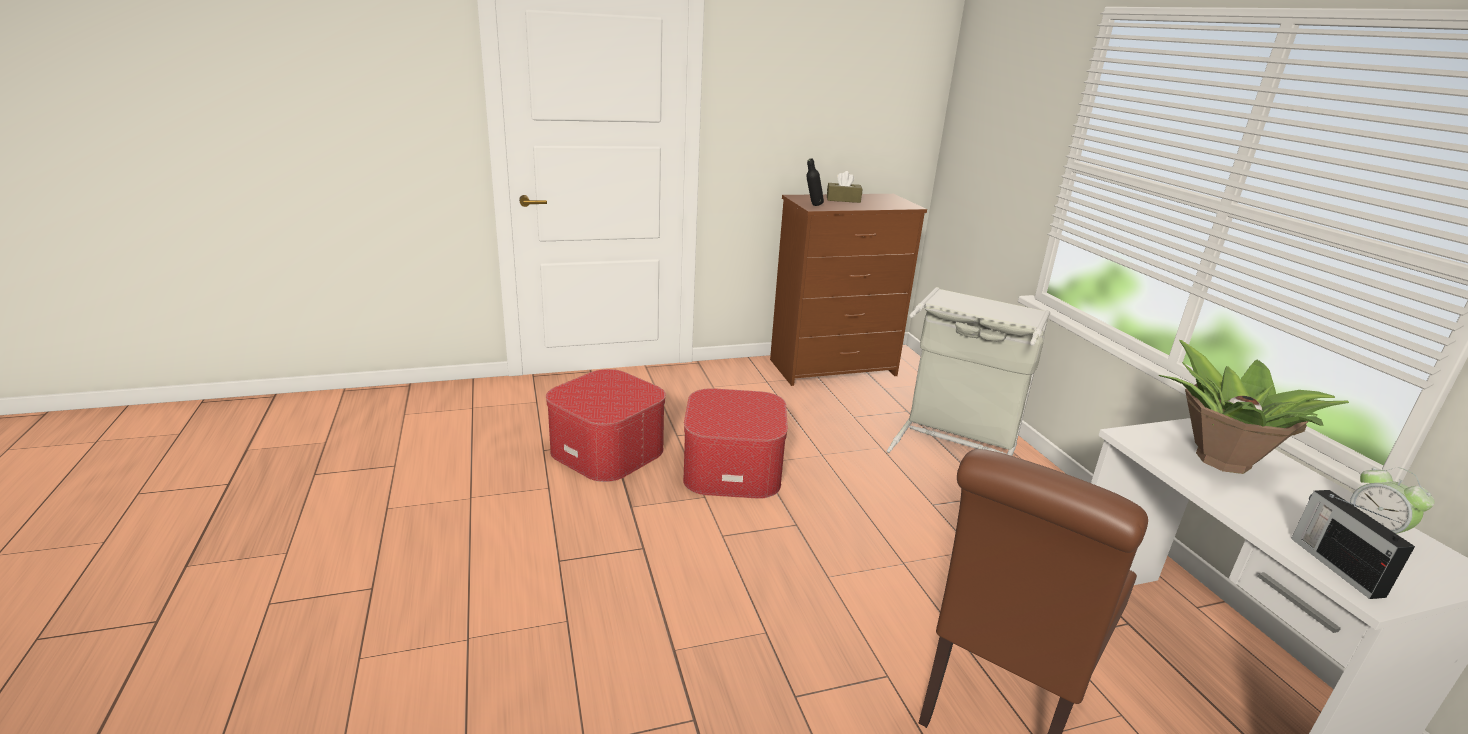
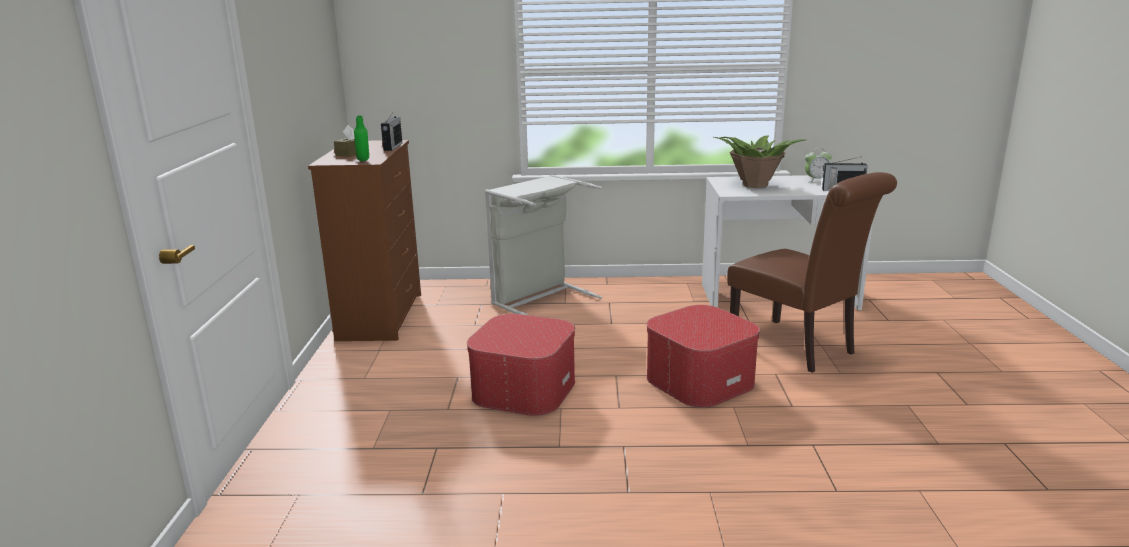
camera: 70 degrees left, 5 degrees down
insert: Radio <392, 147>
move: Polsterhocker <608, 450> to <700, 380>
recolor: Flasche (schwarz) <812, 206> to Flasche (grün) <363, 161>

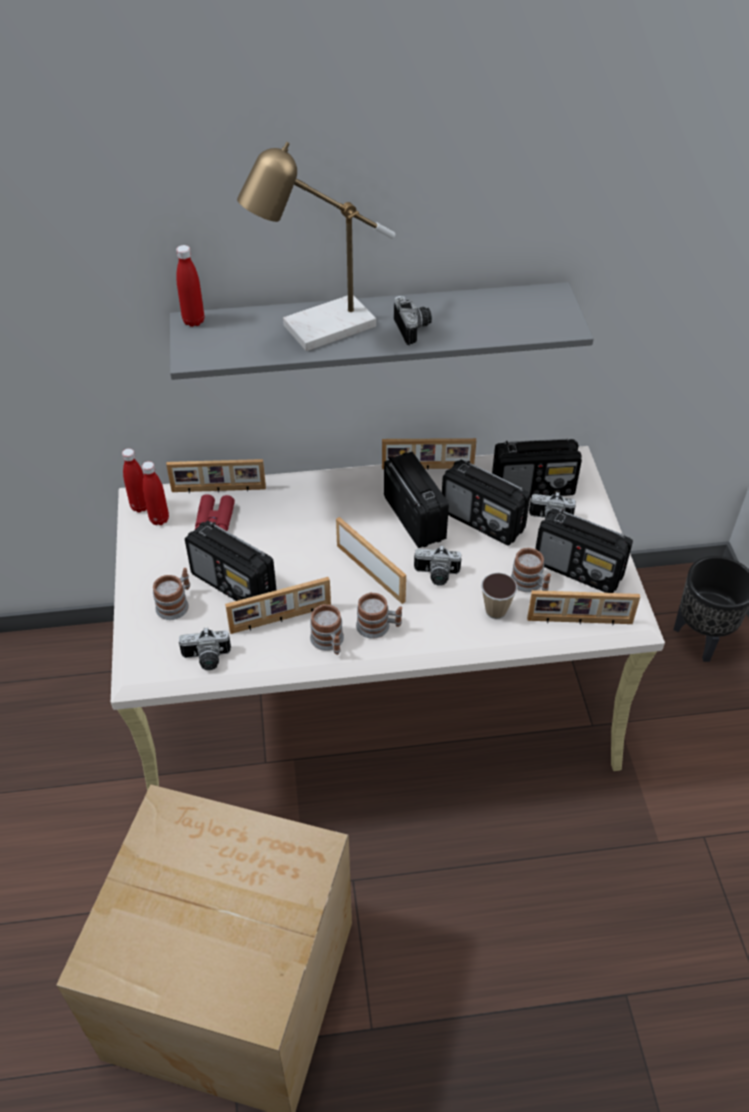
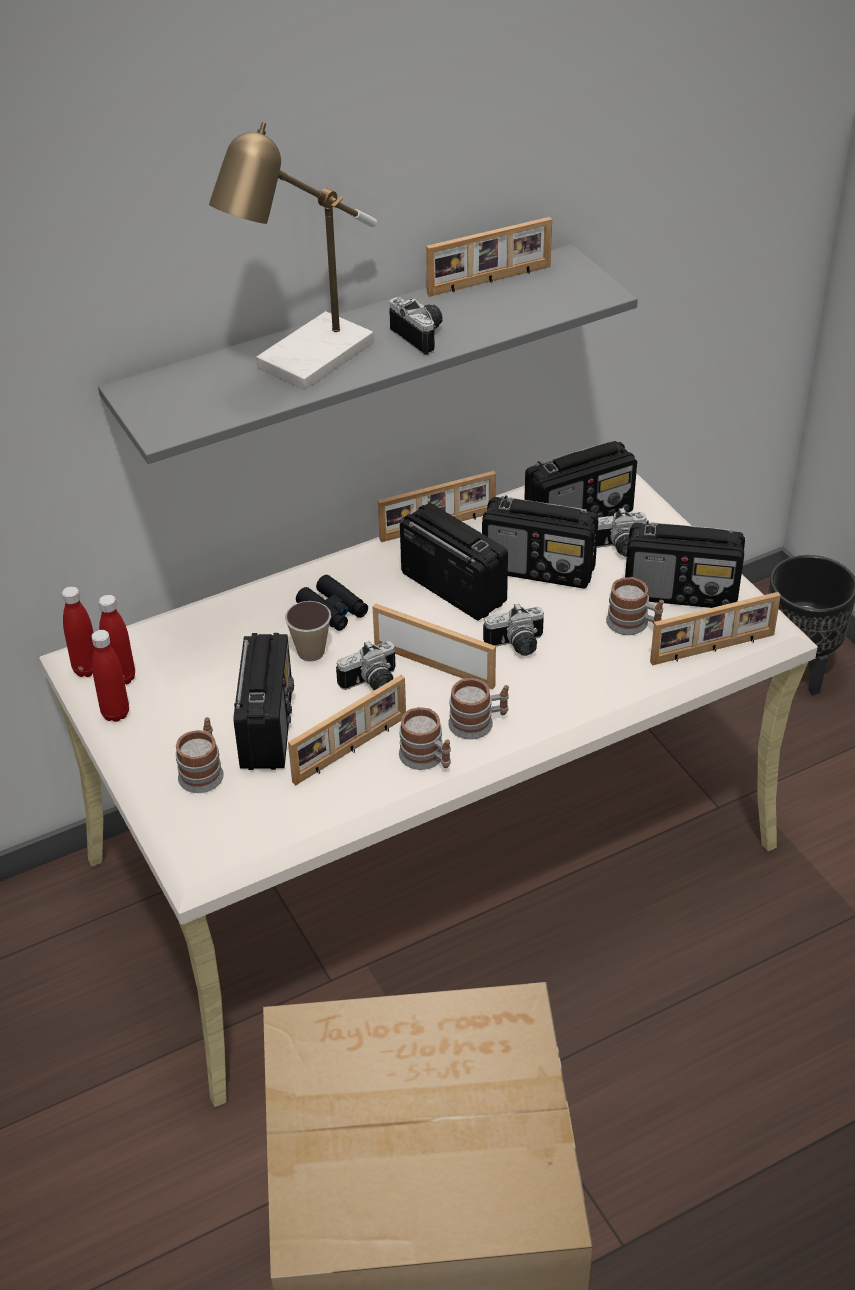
camera: 20 degrees left, 5 degrees down
delete: Fernglas (rot) <215, 520>
insert: Fernglas (schwarz) <333, 610>
move: Flasche (rot) <193, 321> to <115, 713>; Bilderrahmen <218, 490> to <490, 281>; Tasse <496, 610> to <311, 652>; Kamera <206, 659> to <372, 684>
rotate: Radio <234, 584> = <267, 727> 105 degrees counterclockwise

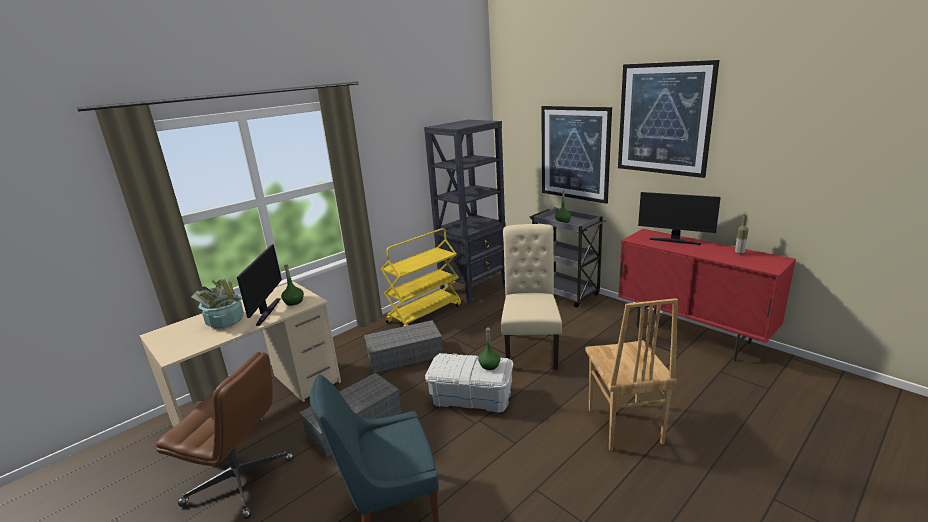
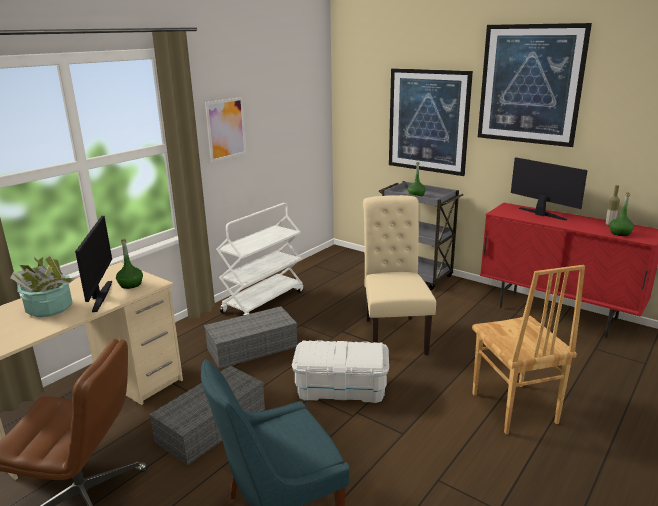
camera: 10 degrees left, 0 degrees up
delete: Bücherregal (schwarz) <474, 288>
insert: Bild <226, 129>
move: Flasche (grün) <489, 365> to <620, 233>
recolor: Rollwagen (gelb) <424, 314> to Rollwagen (weiß) <263, 301>
rotate: Monitor <674, 241> = <541, 214> 150 degrees counterclockwise

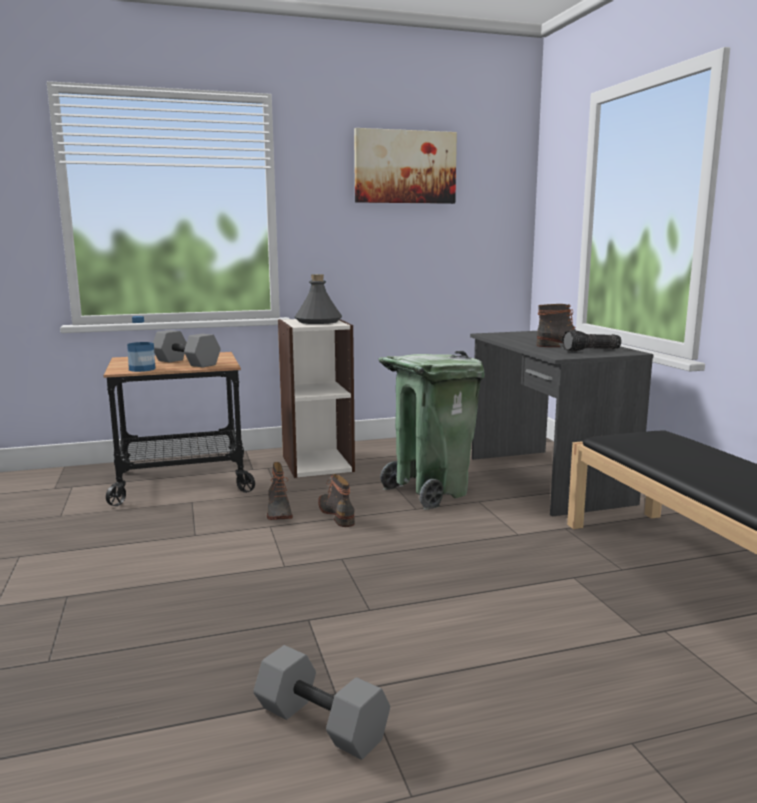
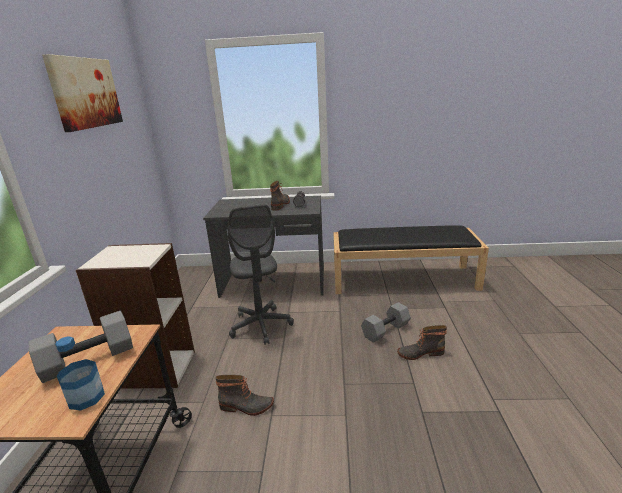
camera: 70 degrees left, 10 degrees up
delete: Flasche (grau) <318, 321>
move: Stiefel <337, 514> to <420, 353>; Hantel (grau) <319, 724> to <386, 331>
replace: Mülleimer (grün) <430, 492> to Bürostuhl (grau) <261, 326>

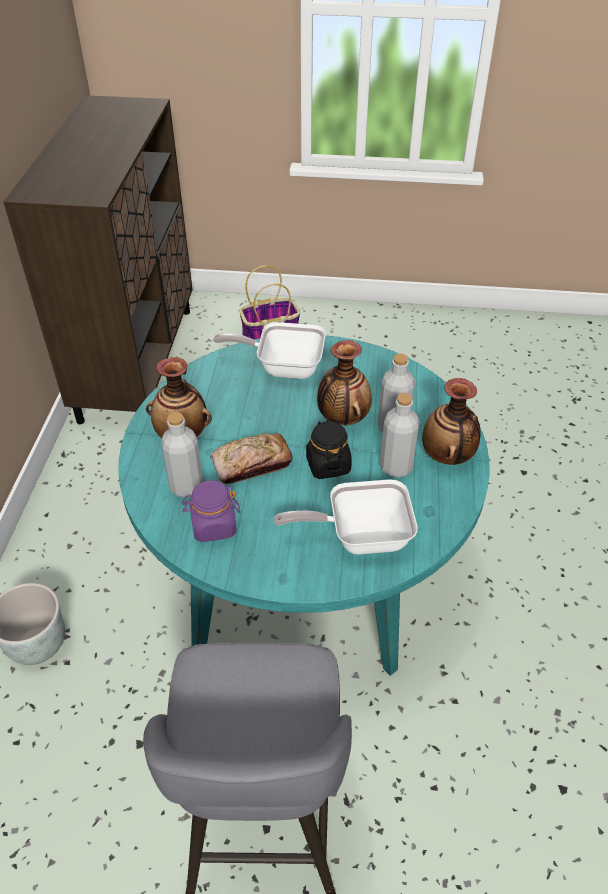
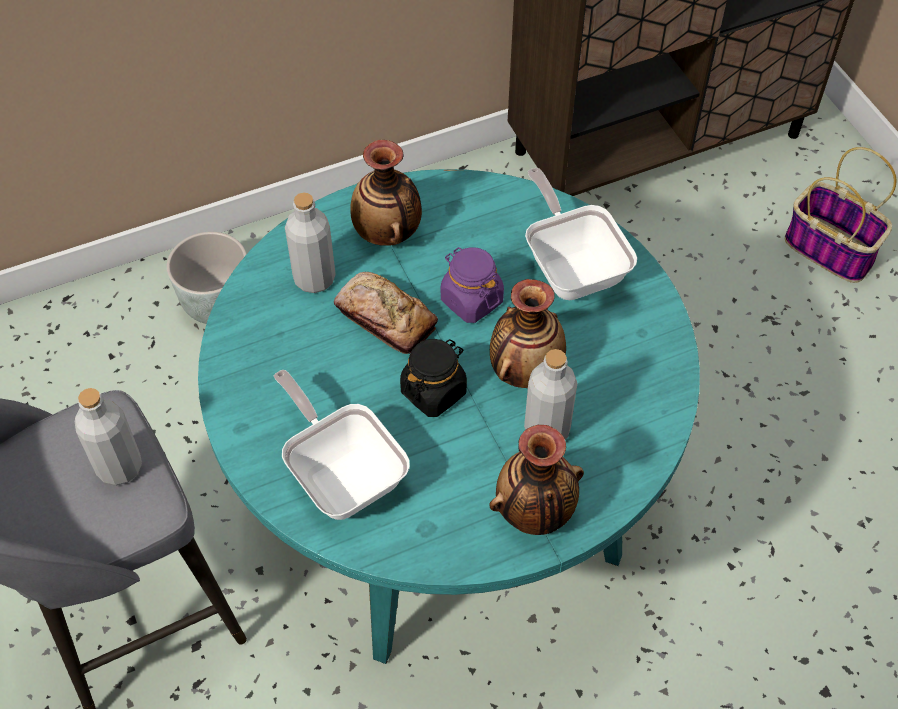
camera: 60 degrees right, 10 degrees up
move: Flasche (grau) <396, 467> to <119, 467>; Vorratsglas (lila) <213, 526> to <471, 300>

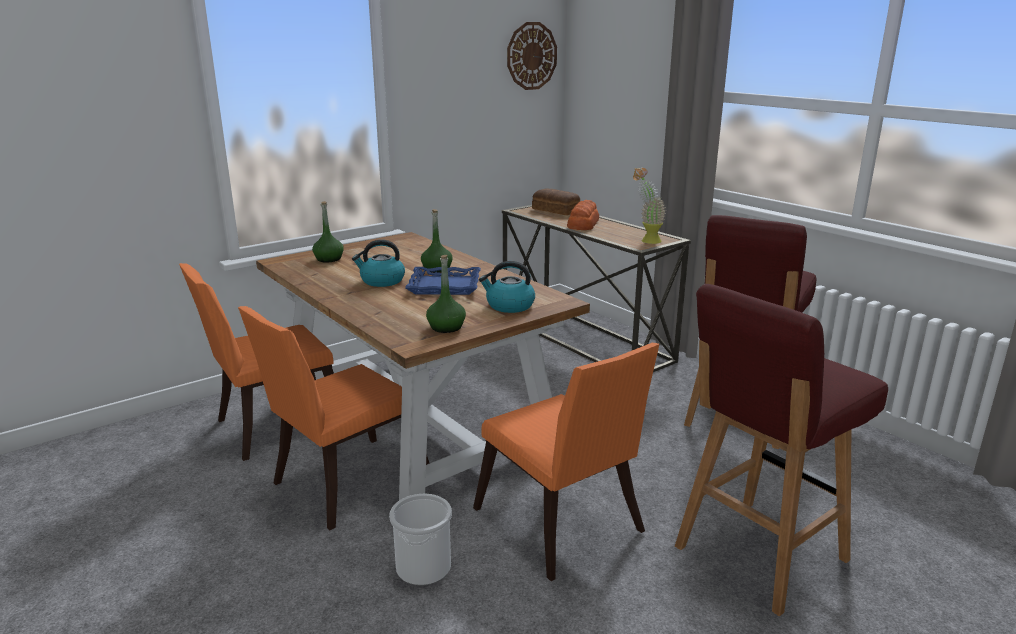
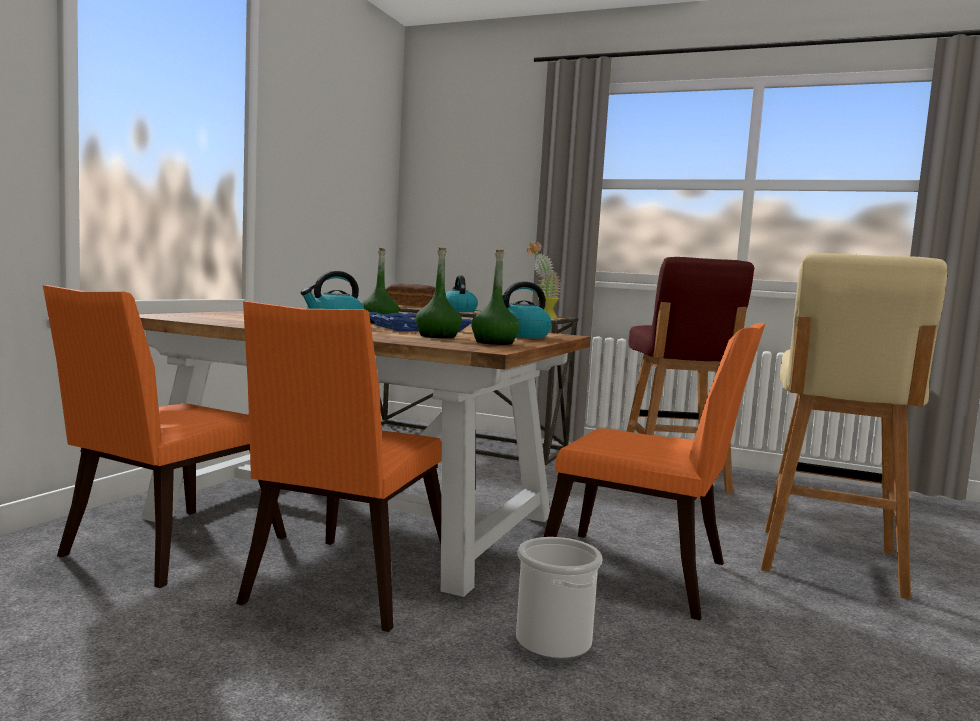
camera: 30 degrees left, 15 degrees down
delete: Wanduhr <531, 56>
move: Flasche (grün) <329, 259> to <438, 336>
replace: Brot <582, 224> to Wasserkessel <458, 311>
recolor: Hocker (rot) <757, 555> to Hocker (beige) <829, 562>

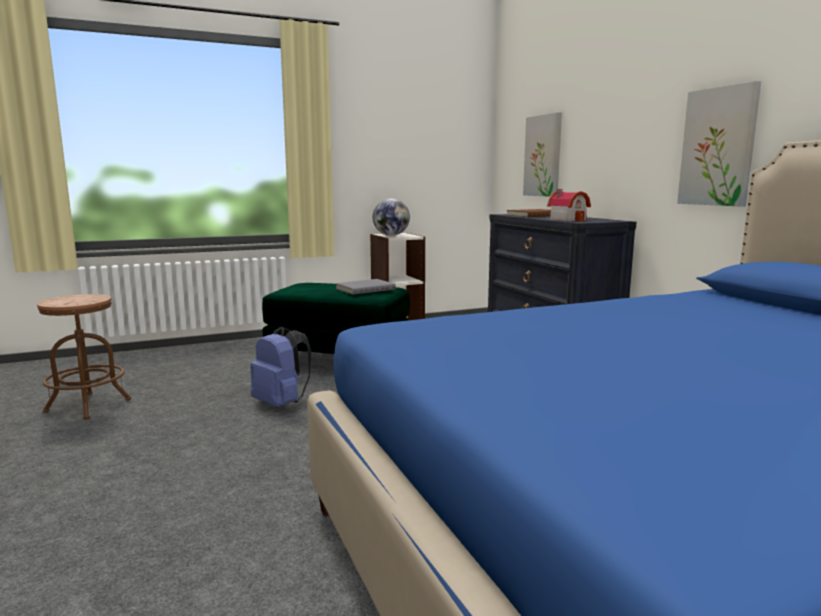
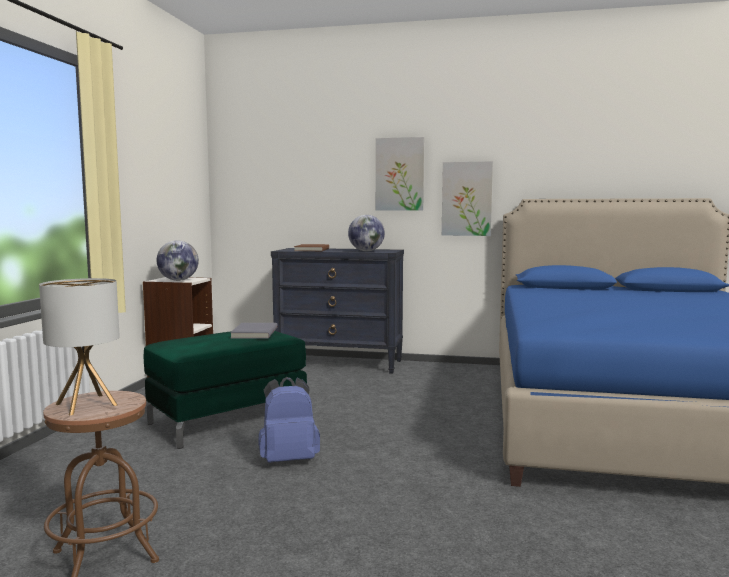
camera: 55 degrees left, 5 degrees down
insert: Tischlampe <86, 405>
move: Bild <543, 156> to <399, 174>
replace: Spielzeughaus <568, 220> to Globus <366, 251>

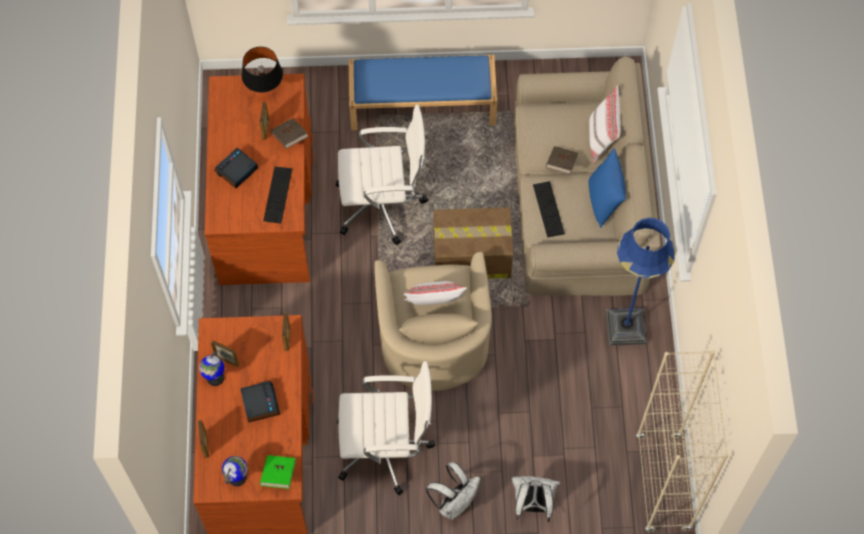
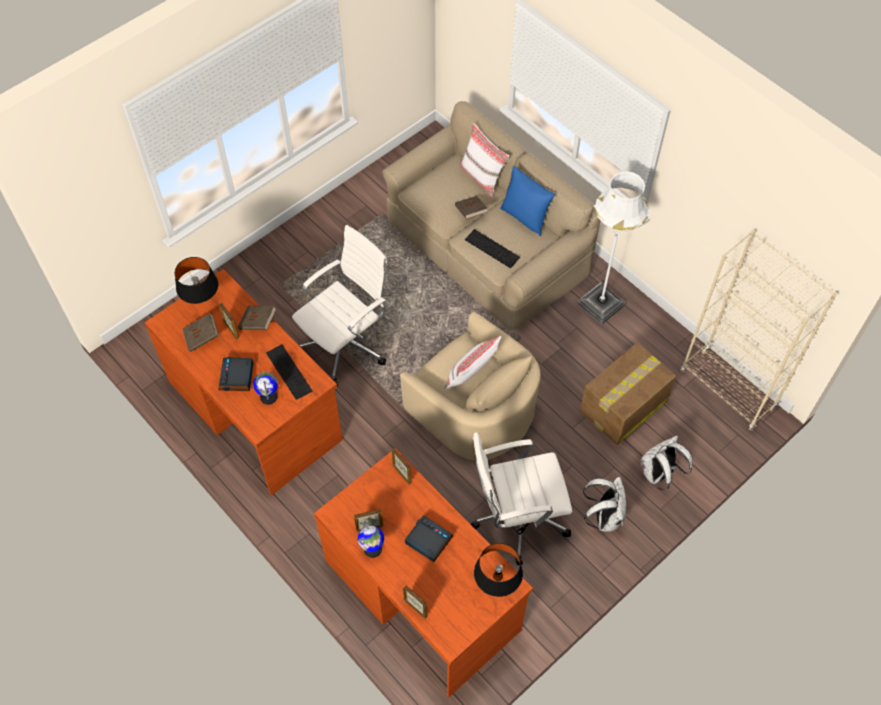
camera: 40 degrees left, 5 degrees down
delete: Bank (blau) <423, 104>
insert: Buch (braun) <202, 337>
move: Karton <470, 256> to <622, 407>; Globus <237, 477> to <268, 396>
replace: Buch (grün) <278, 475> to Tischlampe (schwarz) <497, 584>
recolor: Stehlampe (blau) <625, 328> to Stehlampe (weiß) <601, 304>
rotate: Bürostuhl (weiß) <386, 448> = <517, 517> 150 degrees counterclockwise

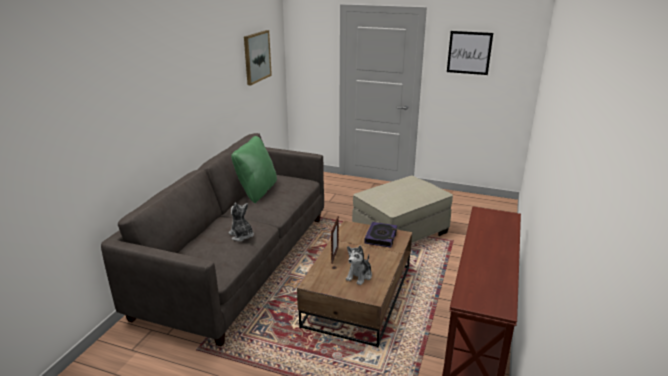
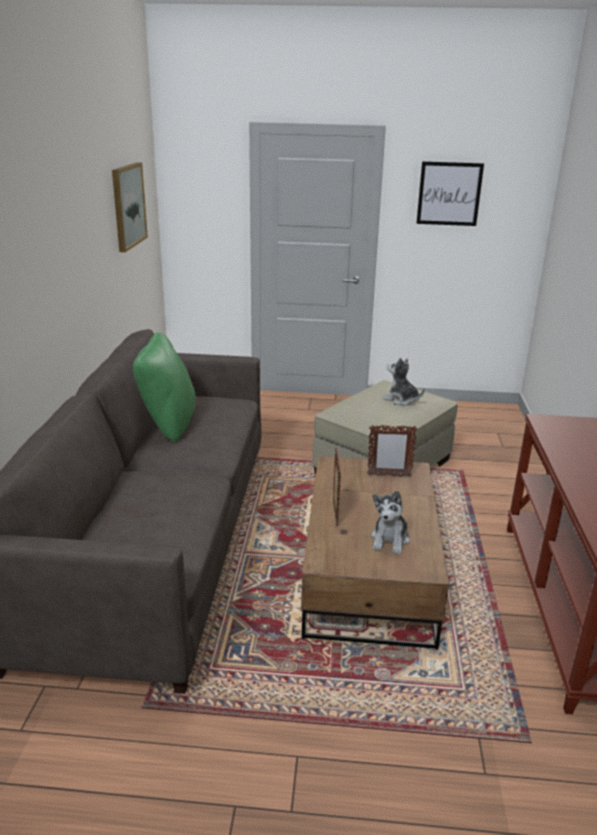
camera: 15 degrees left, 0 degrees up
move: Plüschtier <241, 235> to <401, 400>
replace: Buch <381, 237> to Bilderrahmen <388, 475>

